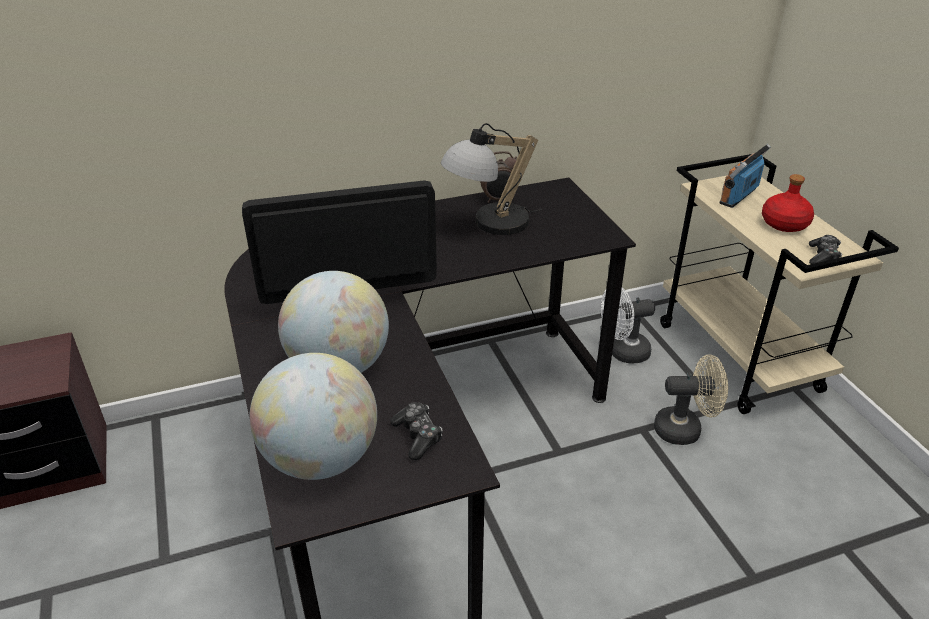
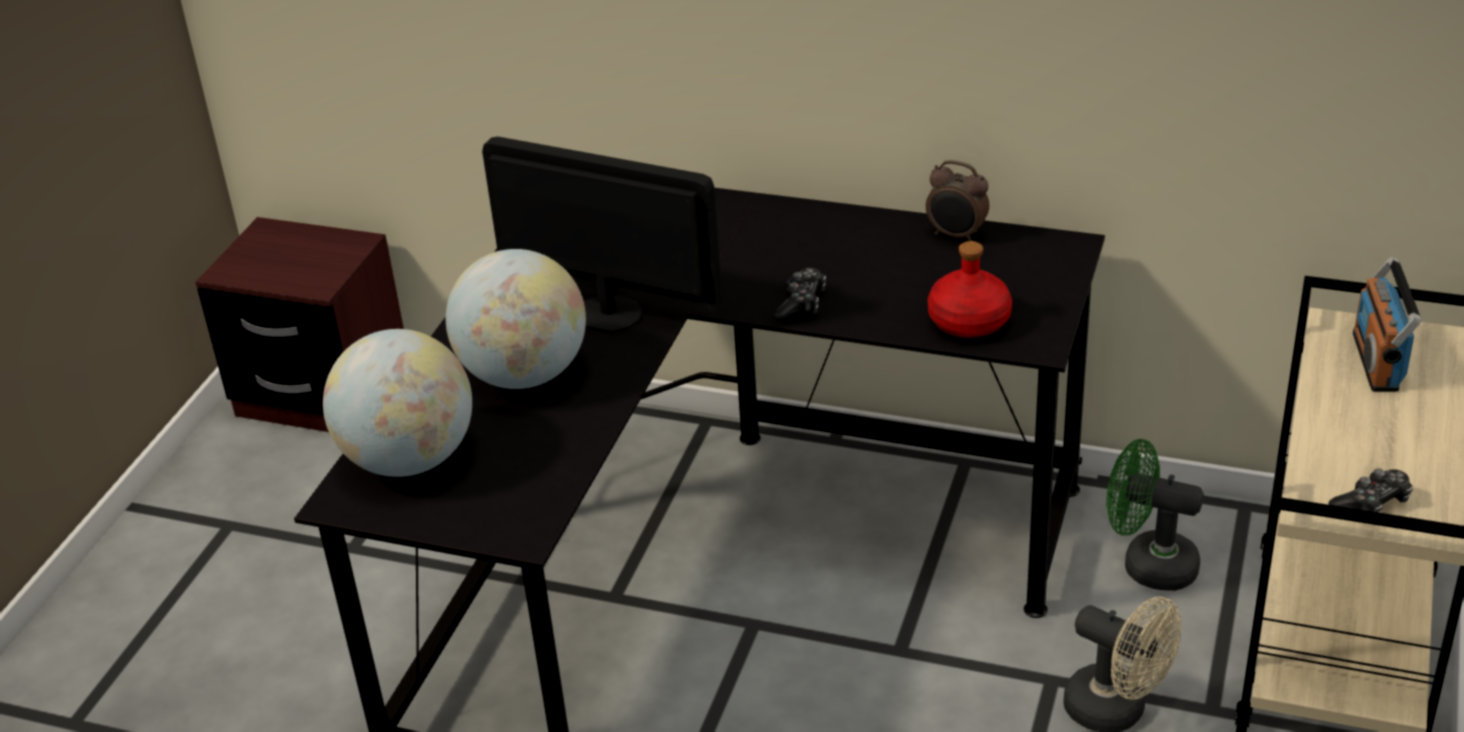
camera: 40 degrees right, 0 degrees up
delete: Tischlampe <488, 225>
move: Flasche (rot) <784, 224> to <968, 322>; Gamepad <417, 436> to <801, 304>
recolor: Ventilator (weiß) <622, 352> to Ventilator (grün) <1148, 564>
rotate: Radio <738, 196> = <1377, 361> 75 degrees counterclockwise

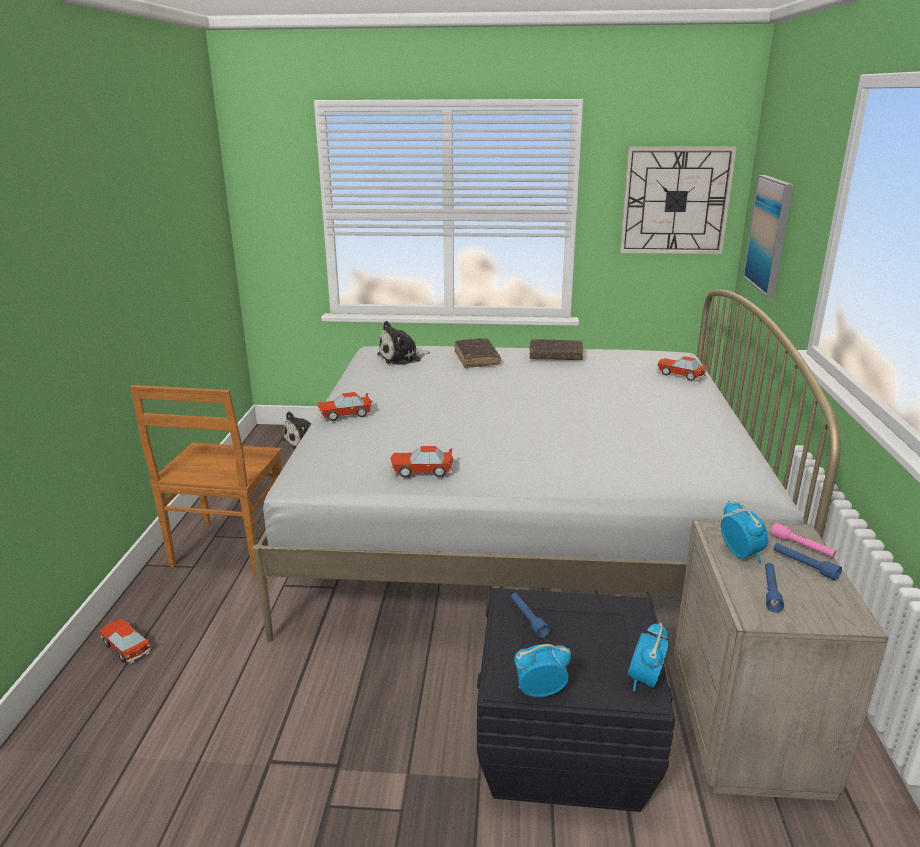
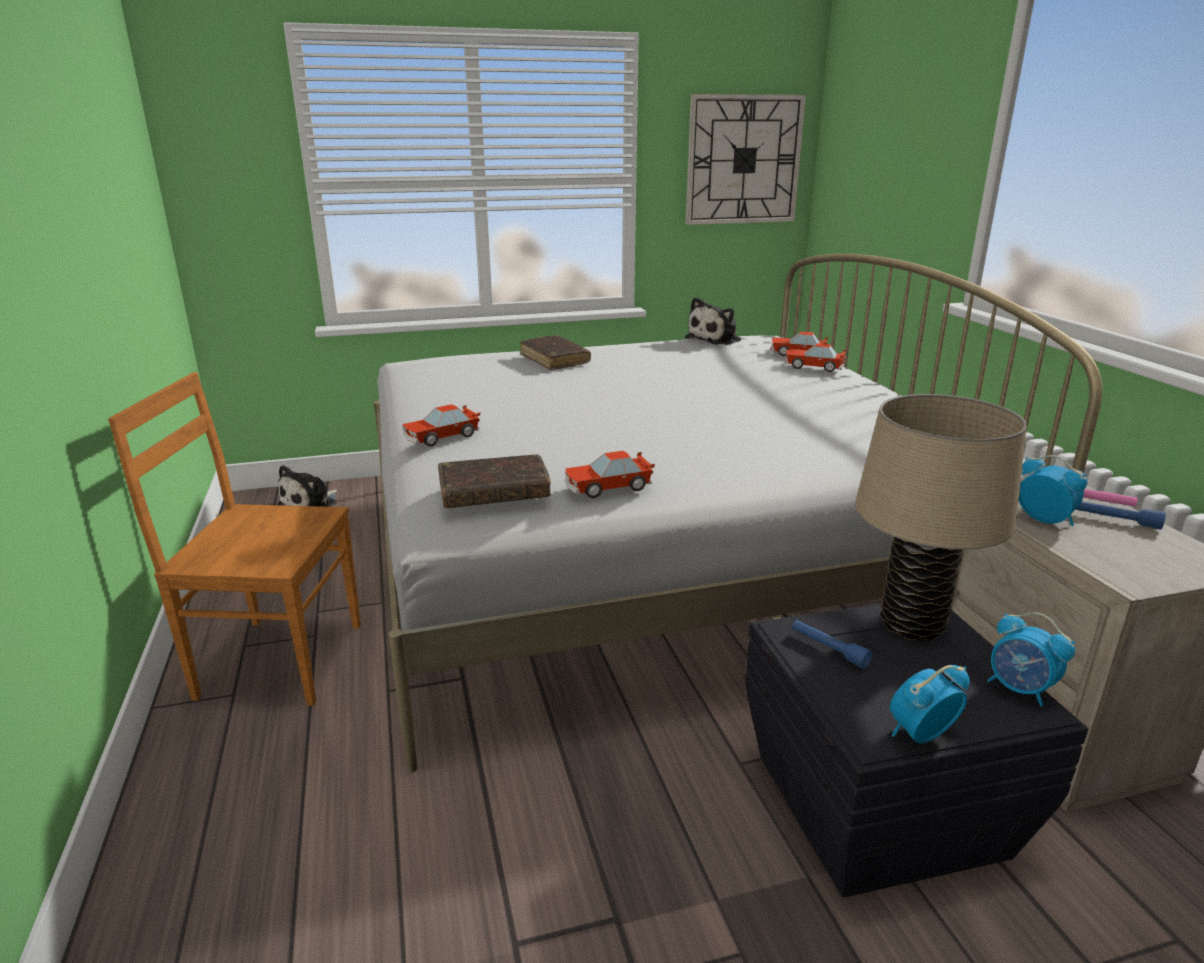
camera: 20 degrees left, 0 degrees up
delete: Bild <769, 234>; Taschenlampe (blau) <770, 591>
insert: Tischlampe (beige) <912, 625>
move: Plüschtier <402, 358> to <716, 339>; Buch (braun) <555, 356> to <494, 493>; Spielzeugauto <126, 647> to <813, 367>
rotate: Stuhl (braun) <228, 549> = <276, 660> 105 degrees clockwise; Wecker <645, 680> = <1020, 689> 45 degrees counterclockwise

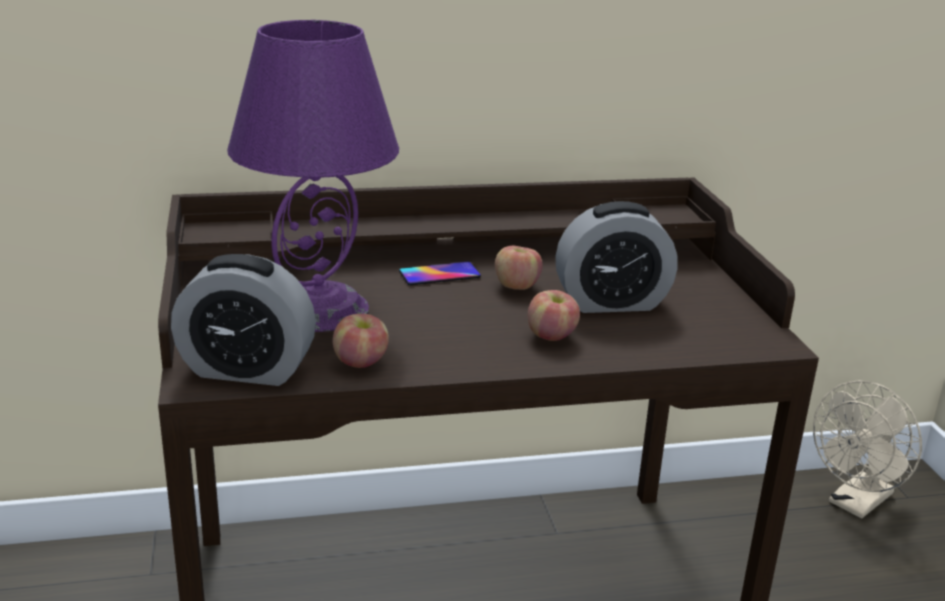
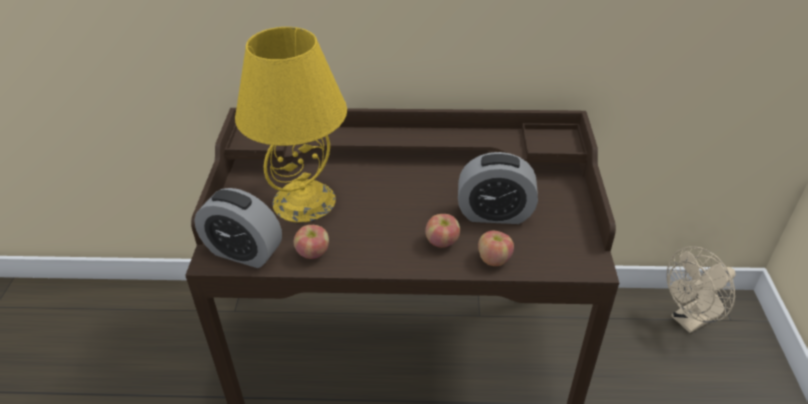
camera: 15 degrees right, 15 degrees up
delete: Handy <439, 274>
move: Apfel <516, 286> to <494, 259>
recolor: Tischlampe (lila) <319, 309> to Tischlampe (gelb) <304, 201>

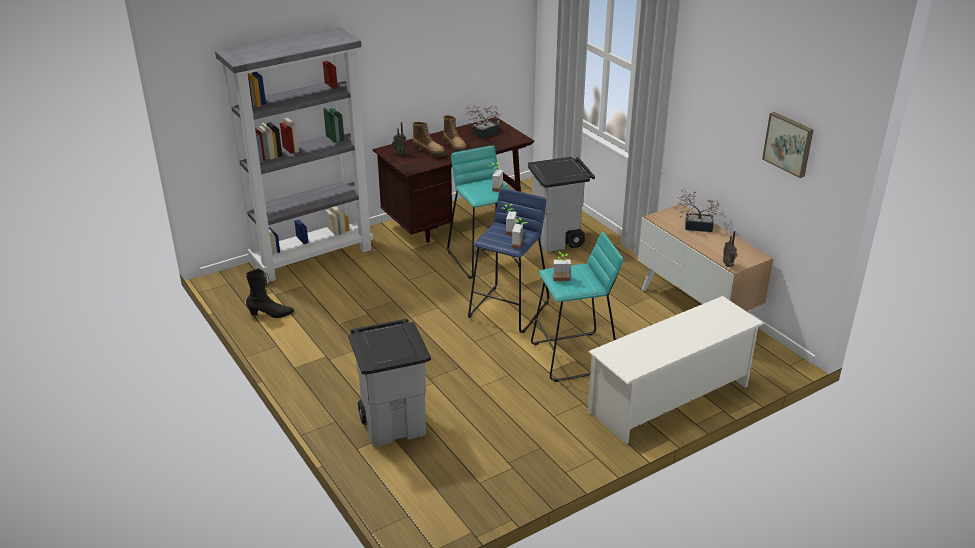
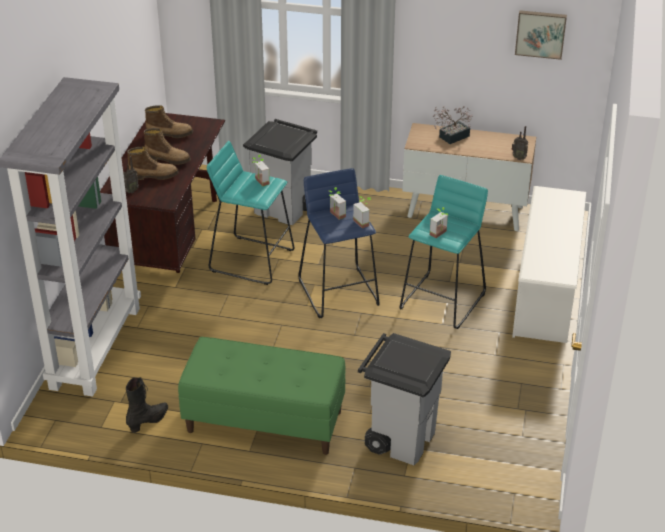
camera: 45 degrees left, 5 degrees up
insert: Bank (grün) <263, 422>
replace: Topfpflanze <483, 133> to Stiefel <170, 134>

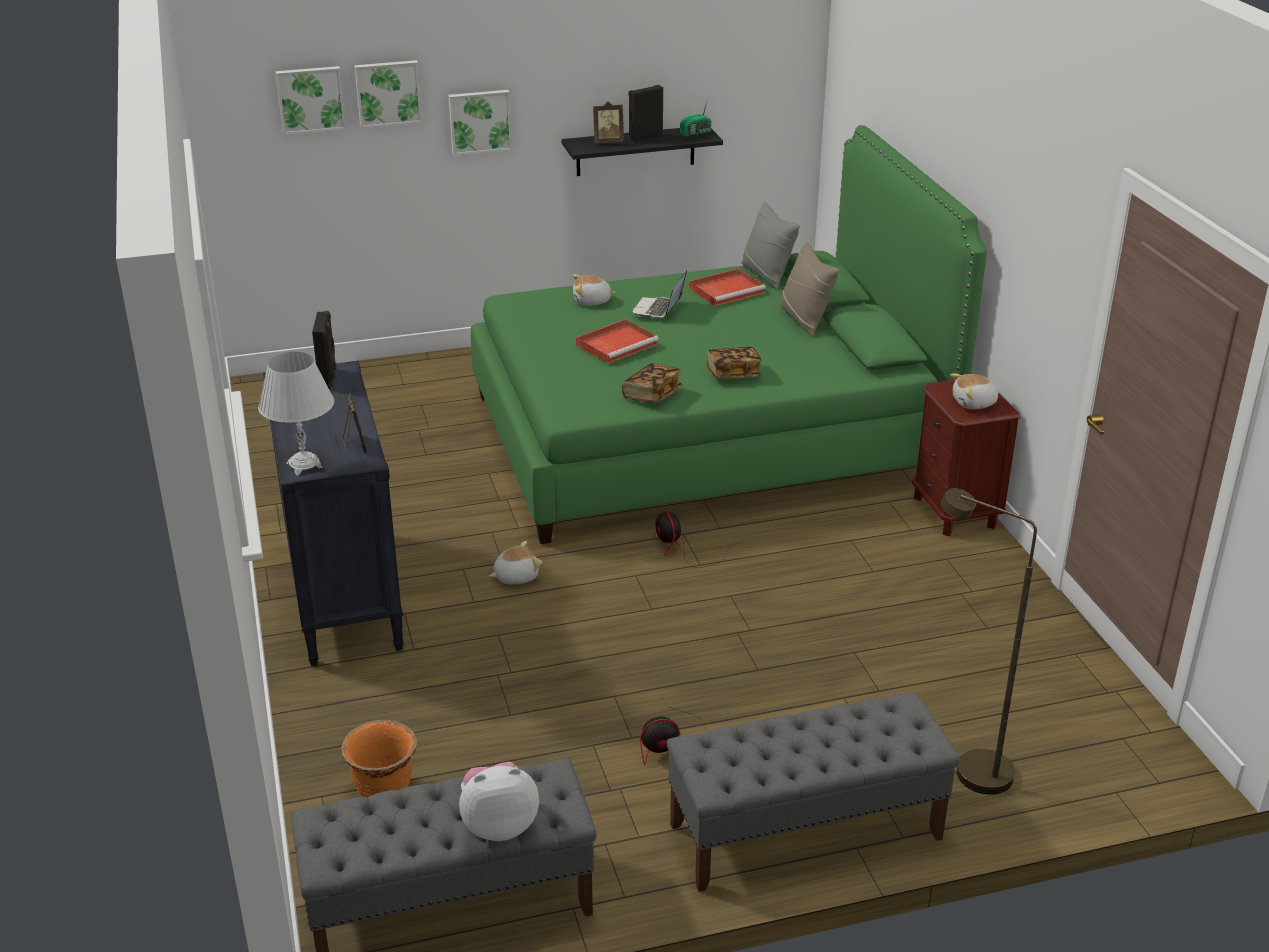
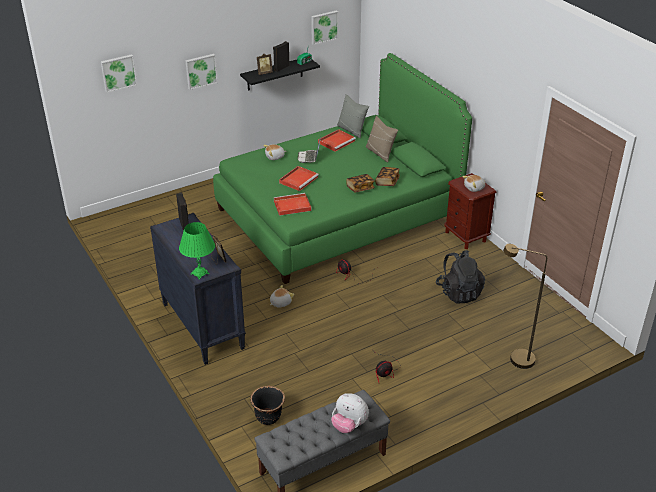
camera: 15 degrees left, 5 degrees up
delete: Bank (grau) <804, 832>
insert: Tablett (rot) <291, 206>; Rucksack (schwarz) <459, 292>
move: Bild <388, 93> to <324, 27>; Buch <652, 395> to <387, 182>
recolor: Tischlampe (weiß) <304, 465> to Tischlampe (grün) <200, 273>; Pflanzkübel (orange) <383, 789> to Pflanzkübel (schwarz) <268, 417>
rotate: Plüschtier <499, 825> = <349, 425> 120 degrees counterclockwise

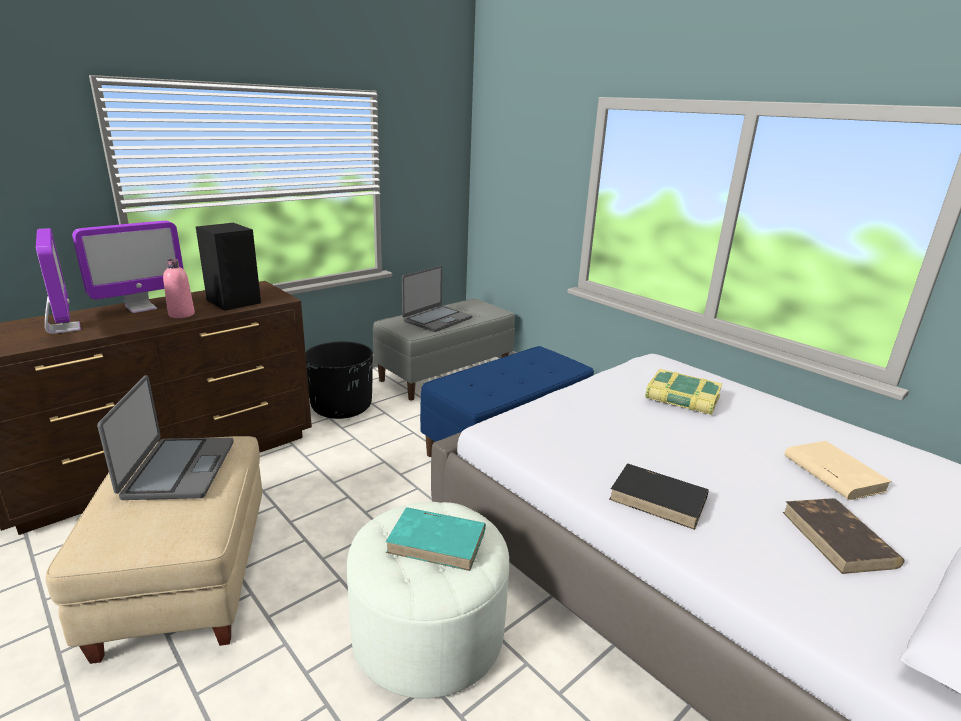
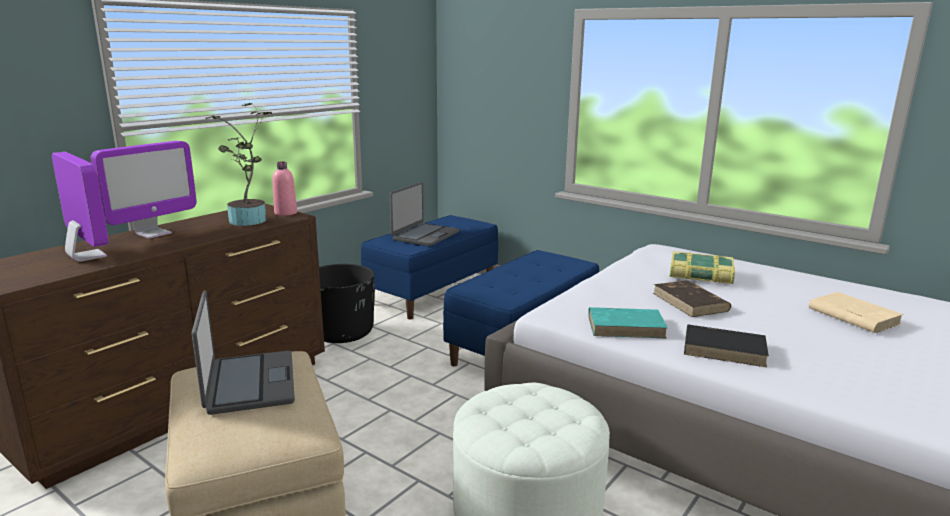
camera: 10 degrees left, 5 degrees down
move: Flasche (rosa) <181, 314> to <285, 213>; Buch (braun) <839, 539> to <690, 302>; Buch (türkis) <437, 541> to <626, 326>
replace: Lautsprecher (schwarz) <234, 302> to Topfpflanze <248, 222>
recolor: Bank (grau) <445, 373> to Bank (blau) <433, 292>

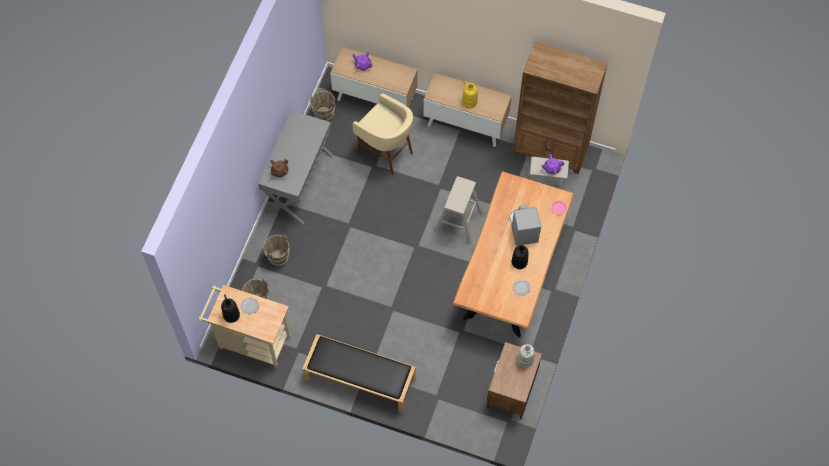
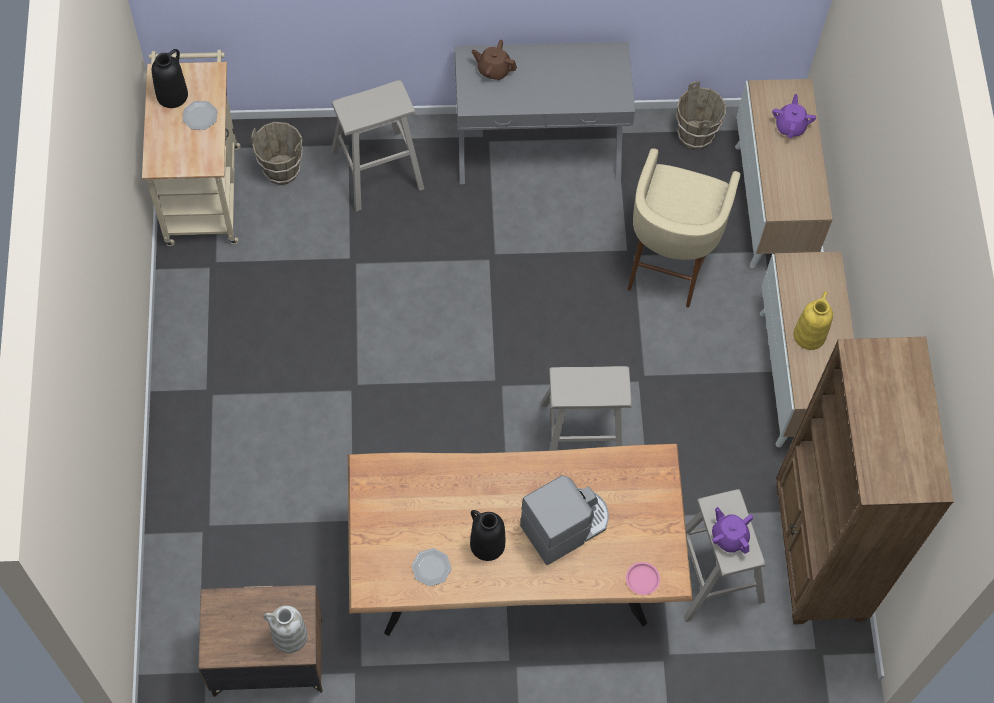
camera: 65 degrees right, 0 degrees up
delete: Bank (schwarz) <359, 379>
replace: Eimer (braun) <278, 258> to Hocker (beige) <377, 170>

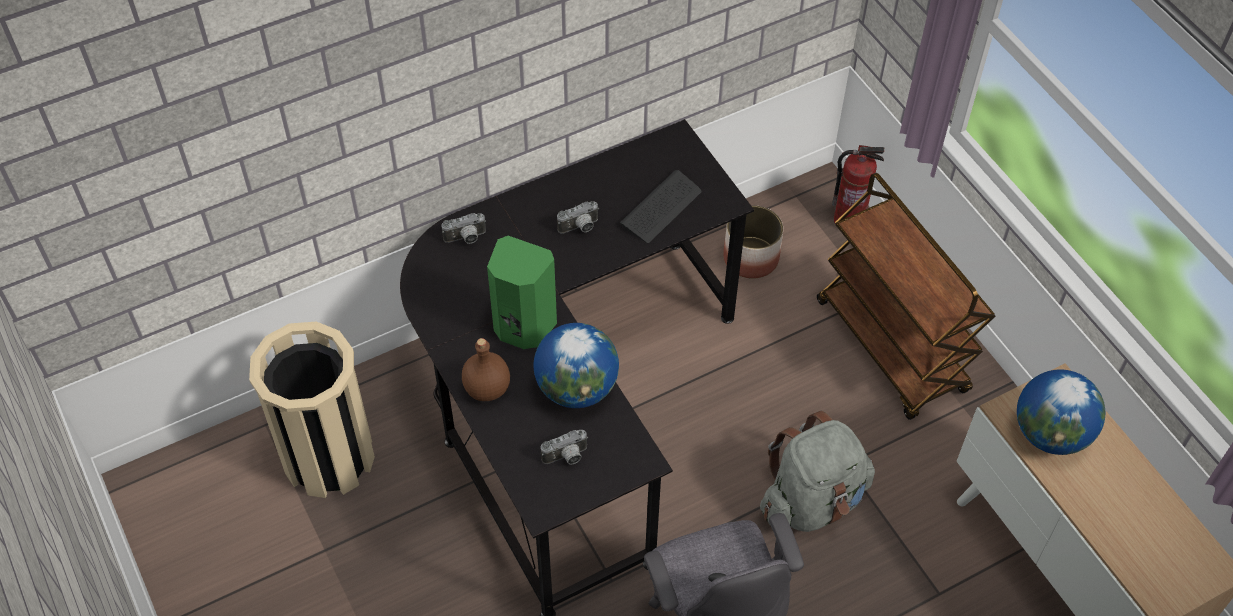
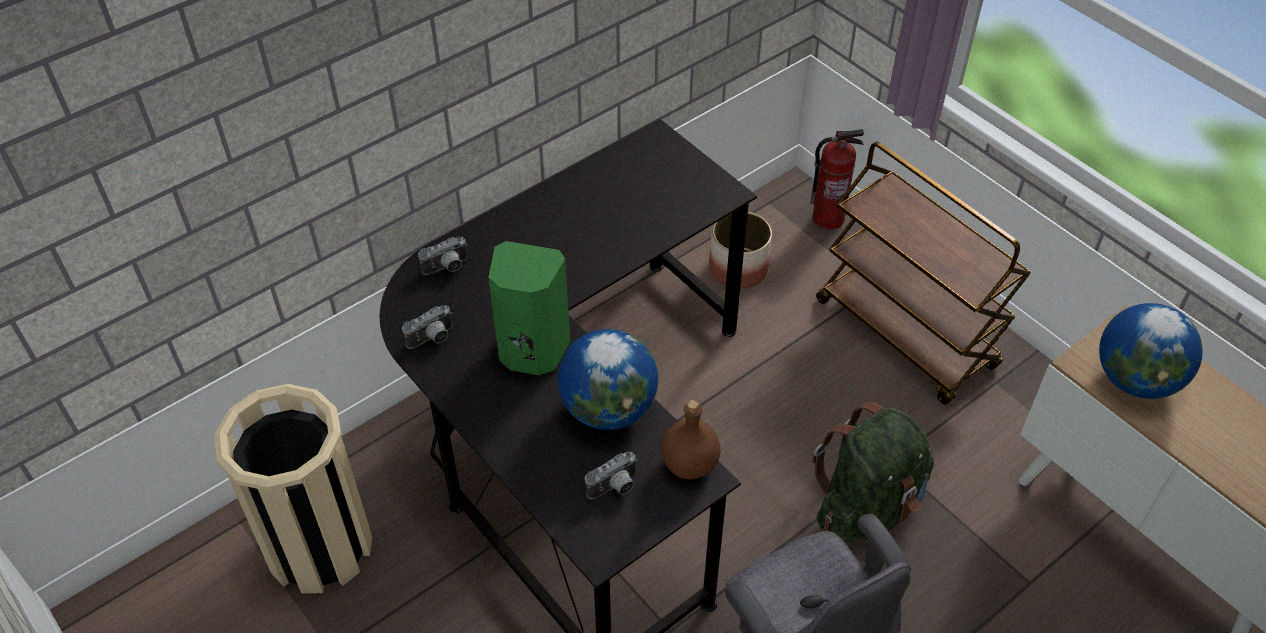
camera: 10 degrees left, 5 degrees down
delete: Tastatur <661, 208>
move: Kamera <580, 228> to <432, 339>; Flasche (braun) <486, 388> to <688, 464>
recolor: Rucksack (grau) <812, 501> to Rucksack (grün) <868, 506>

